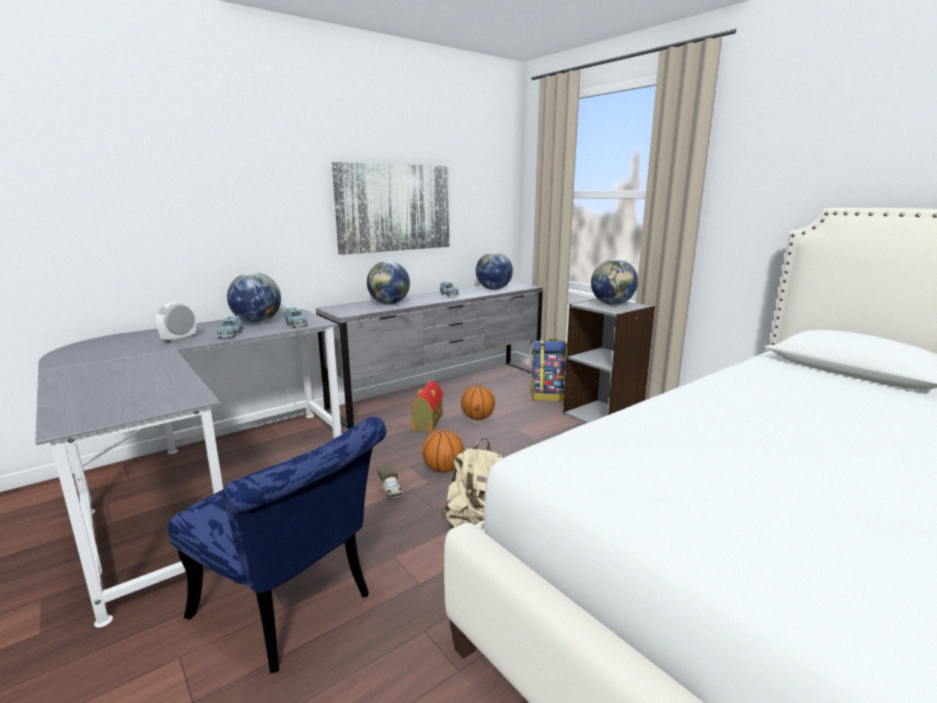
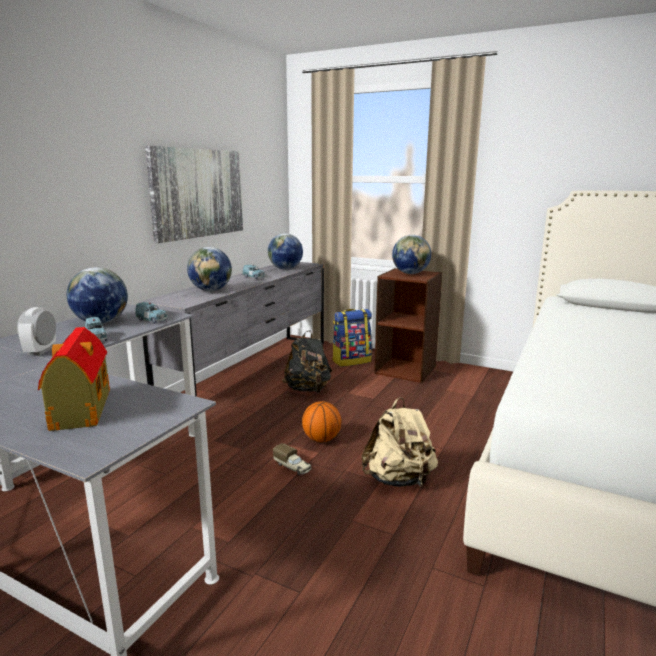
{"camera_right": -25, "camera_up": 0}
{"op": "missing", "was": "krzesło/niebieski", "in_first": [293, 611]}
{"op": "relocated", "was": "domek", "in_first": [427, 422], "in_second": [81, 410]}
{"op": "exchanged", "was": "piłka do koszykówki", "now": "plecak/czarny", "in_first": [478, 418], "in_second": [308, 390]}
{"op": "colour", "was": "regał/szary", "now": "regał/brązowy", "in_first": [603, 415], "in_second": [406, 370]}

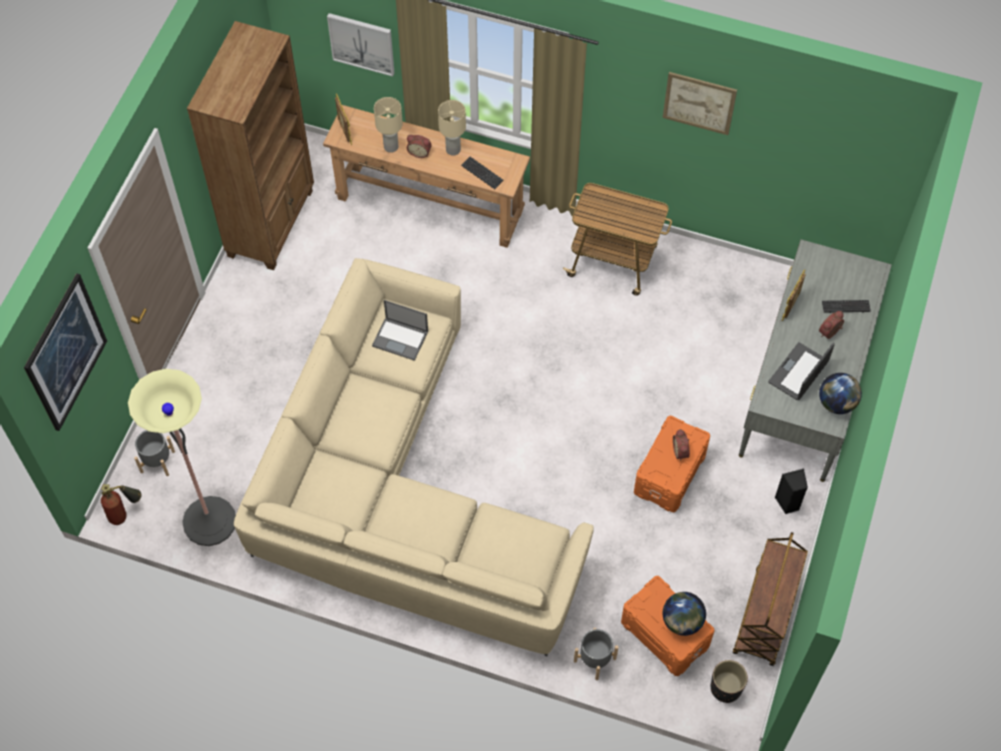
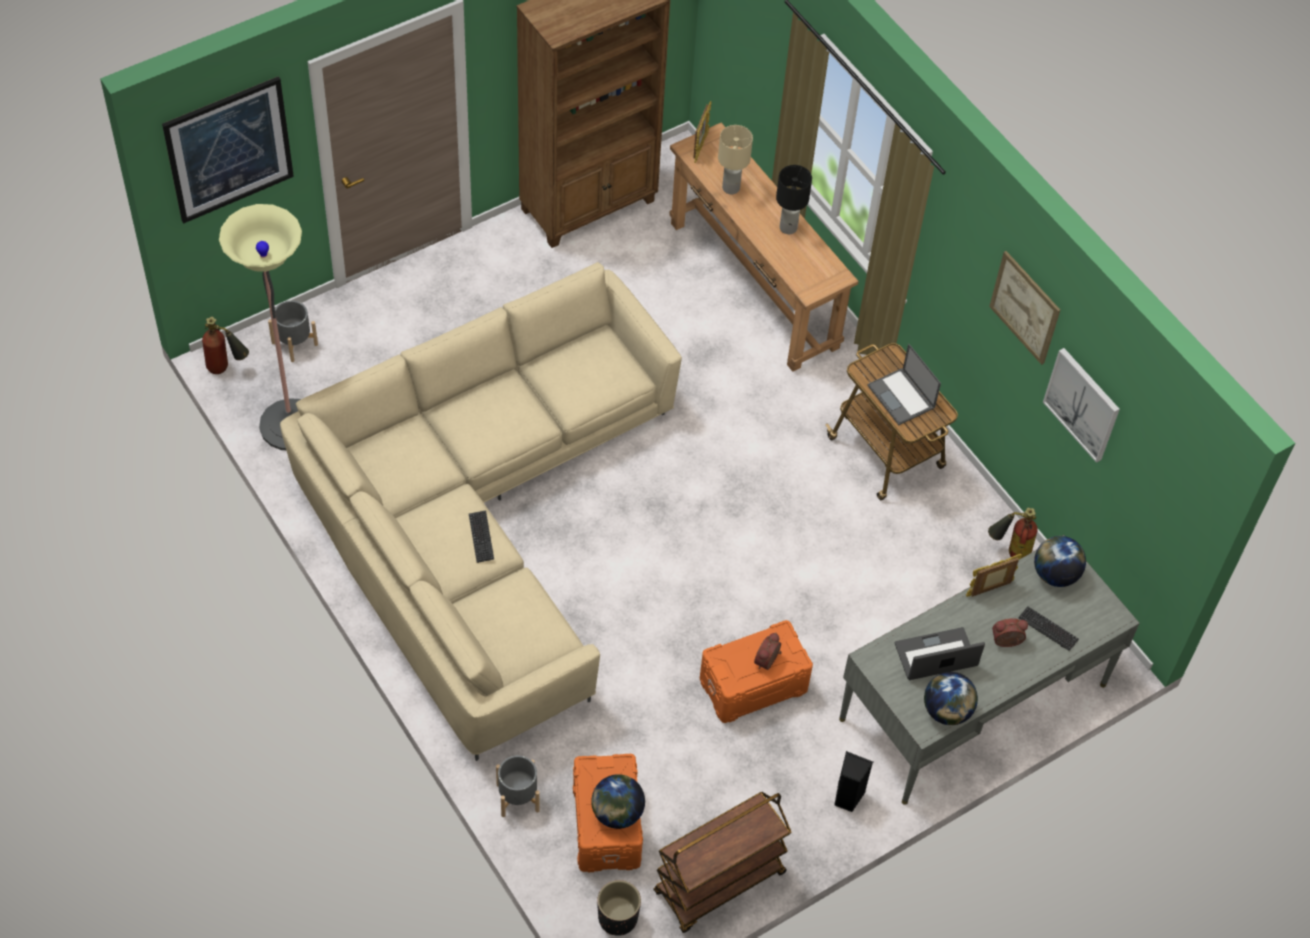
{"camera_right": 35, "camera_up": -5}
{"op": "relocated", "was": "obraz", "in_first": [362, 43], "in_second": [1082, 404]}
{"op": "relocated", "was": "laptop", "in_first": [401, 339], "in_second": [902, 397]}
{"op": "missing", "was": "budzik", "in_first": [419, 152]}
{"op": "colour", "was": "lampa stołowa/beżowy", "now": "lampa stołowa/czarny", "in_first": [453, 149], "in_second": [788, 227]}
{"op": "relocated", "was": "klawiatura", "in_first": [482, 173], "in_second": [481, 537]}
{"op": "appeared", "now": "gaśnica", "in_second": [1009, 552]}
{"op": "appeared", "now": "globus", "in_second": [1055, 574]}

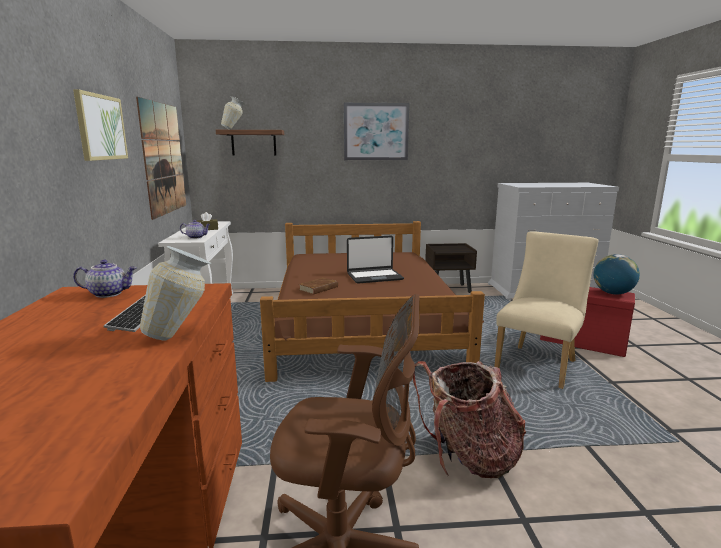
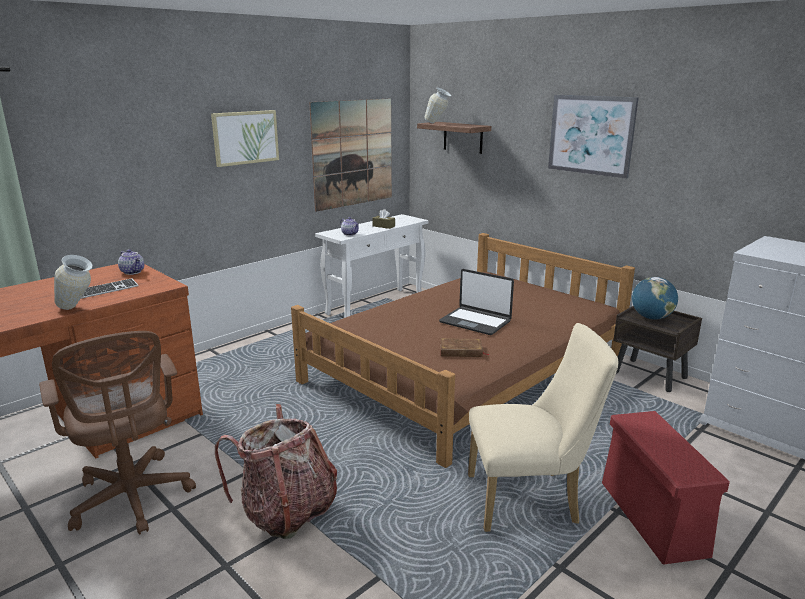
{"camera_right": 50, "camera_up": 5}
{"op": "relocated", "was": "książka/brązowy", "in_first": [319, 288], "in_second": [461, 351]}
{"op": "relocated", "was": "globus", "in_first": [612, 293], "in_second": [651, 318]}

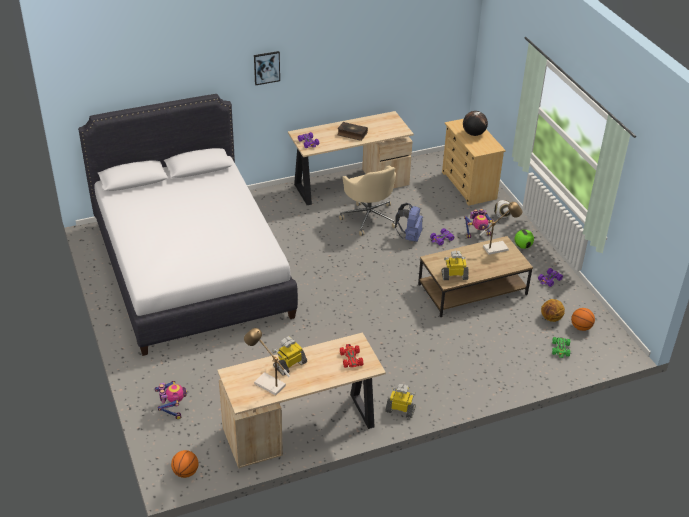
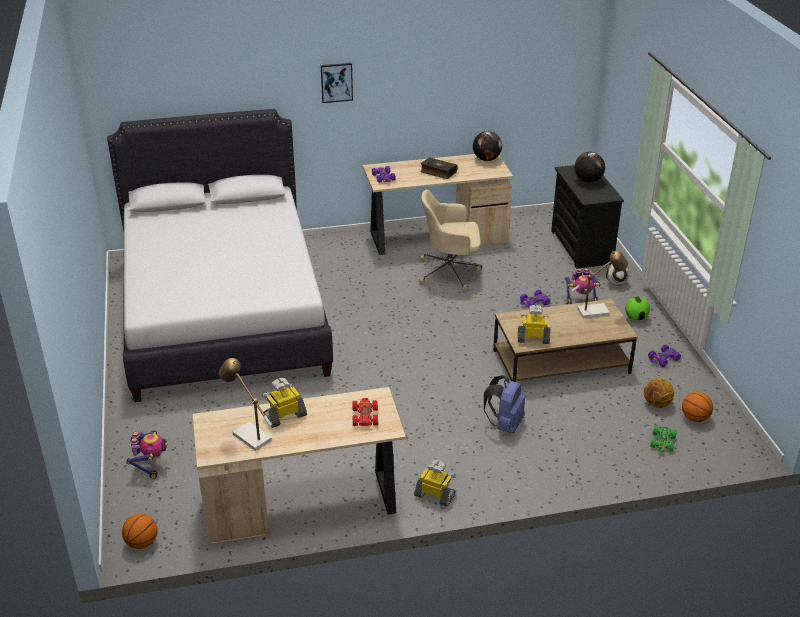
{"camera_right": 10, "camera_up": -5}
{"op": "spun", "was": "krzesło biurowe/beżowy", "in_first": [369, 217], "in_second": [450, 273], "clockwise": 105}
{"op": "relocated", "was": "plecak/niebieski", "in_first": [409, 237], "in_second": [504, 424]}
{"op": "colour", "was": "komoda/beżowy", "now": "komoda/czarny", "in_first": [469, 185], "in_second": [581, 247]}
{"op": "appeared", "now": "globus", "in_second": [486, 159]}

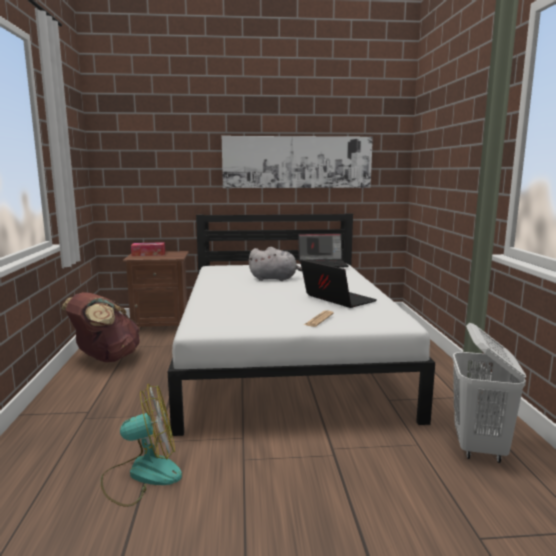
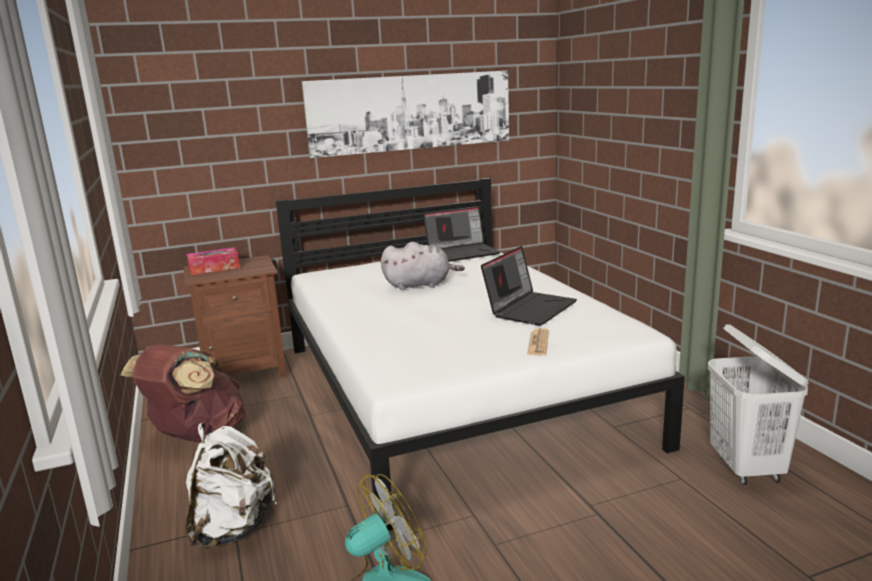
{"camera_right": -15, "camera_up": 5}
{"op": "spun", "was": "laptop", "in_first": [336, 299], "in_second": [530, 308], "clockwise": 90}
{"op": "appeared", "now": "plecak/biały", "in_second": [233, 528]}

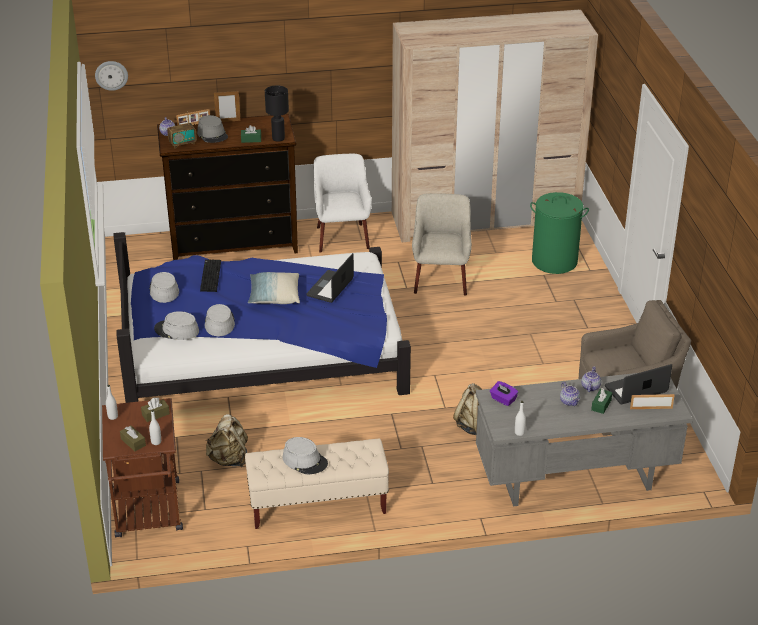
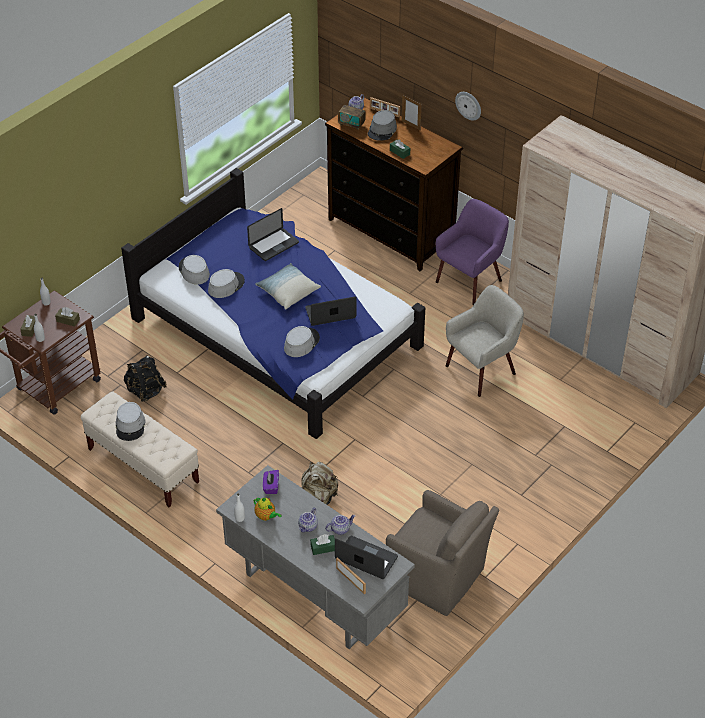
{"camera_right": 50, "camera_up": 10}
{"op": "relocated", "was": "zegar ścienny", "in_first": [111, 75], "in_second": [468, 105]}
{"op": "relocated", "was": "kapelusz/szary", "in_first": [163, 290], "in_second": [301, 343]}
{"op": "exchanged", "was": "klawiatura", "now": "laptop", "in_first": [210, 276], "in_second": [274, 245]}
{"op": "colour", "was": "plecak/beżowy", "now": "plecak/czarny", "in_first": [229, 459], "in_second": [145, 391]}
{"op": "missing", "was": "lampa stołowa/czarny", "in_first": [278, 138]}
{"op": "colour", "was": "fotel/biały", "now": "fotel/fioletowy", "in_first": [342, 237], "in_second": [470, 281]}
{"op": "missing", "was": "kosz na pranie/zielony", "in_first": [554, 261]}
{"op": "appeared", "now": "imbryk", "in_second": [266, 516]}

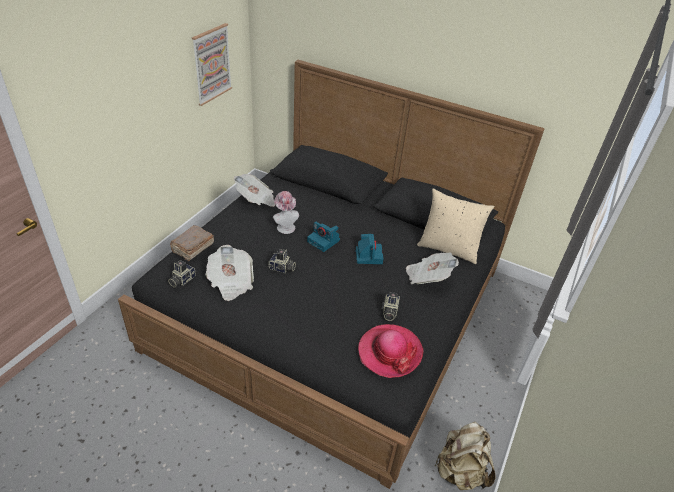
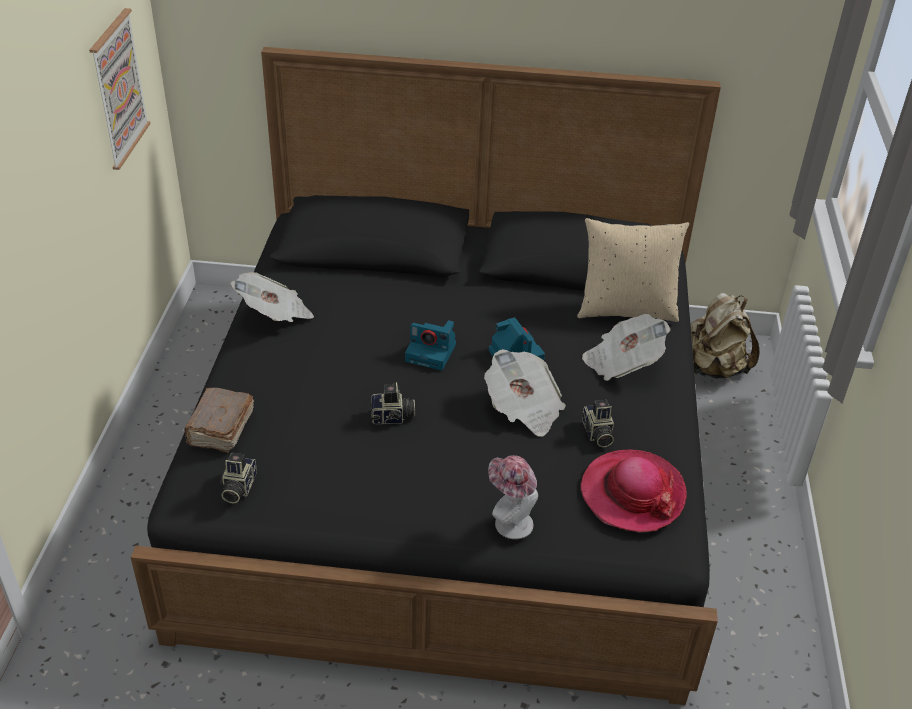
{"camera_right": -20, "camera_up": 0}
{"op": "relocated", "was": "gazeta", "in_first": [231, 282], "in_second": [523, 409]}
{"op": "relocated", "was": "kapelusz", "in_first": [285, 226], "in_second": [509, 521]}
{"op": "relocated", "was": "plecak/beżowy", "in_first": [460, 471], "in_second": [714, 368]}

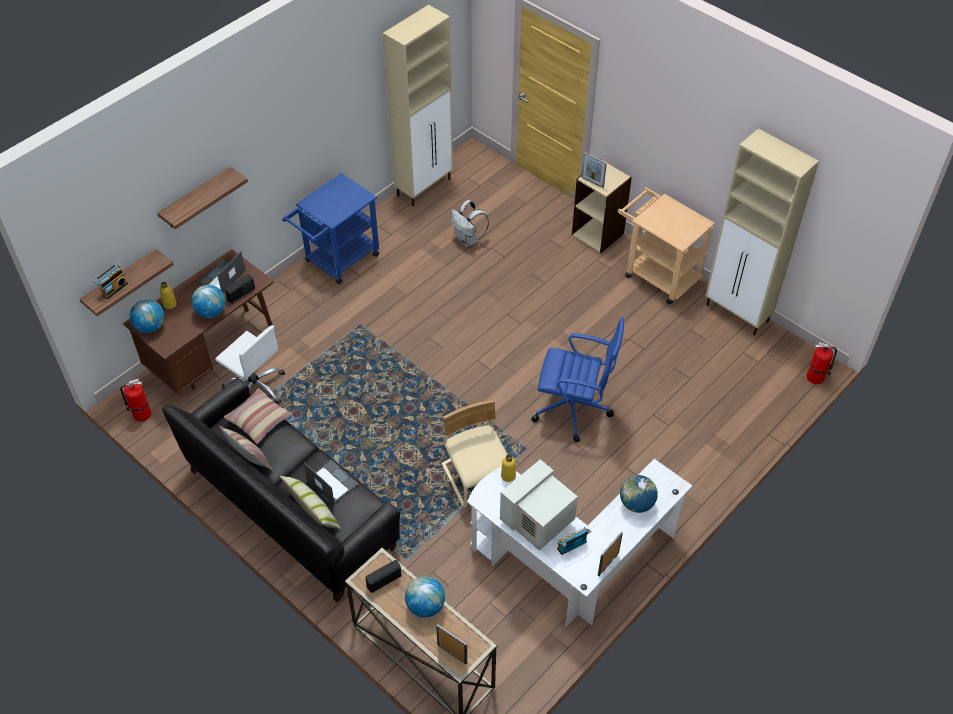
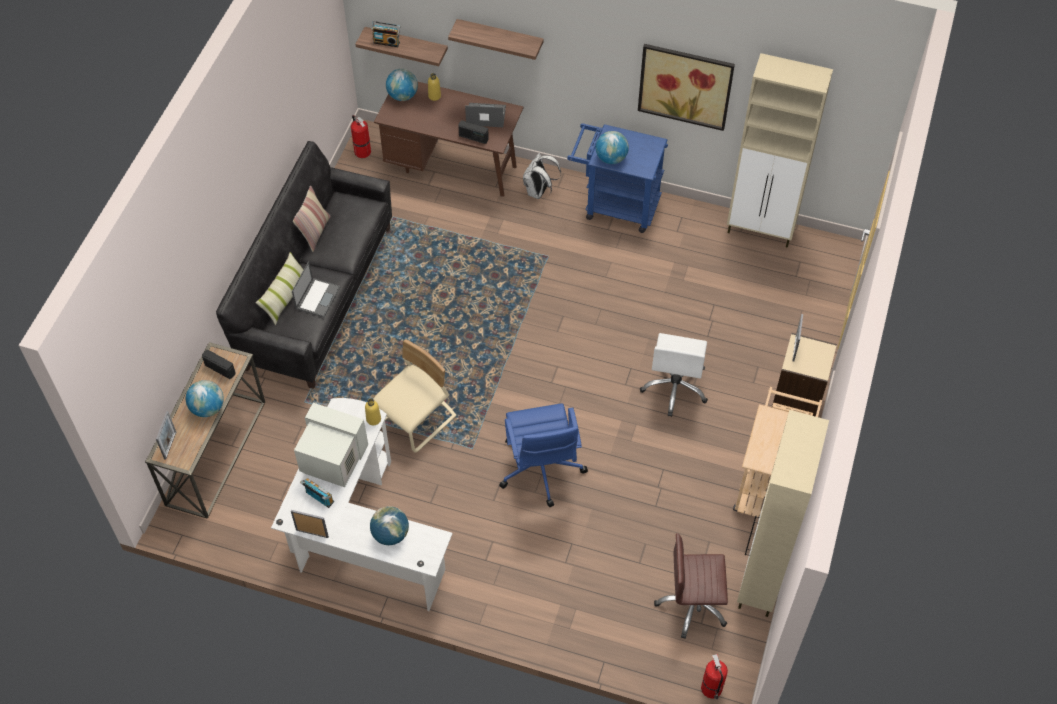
{"camera_right": 65, "camera_up": 5}
{"op": "relocated", "was": "globus", "in_first": [211, 312], "in_second": [611, 158]}
{"op": "relocated", "was": "krzesło biurowe/biały", "in_first": [256, 387], "in_second": [675, 388]}
{"op": "missing", "was": "poduszka", "in_first": [259, 420]}
{"op": "relocated", "was": "plecak/biały", "in_first": [468, 239], "in_second": [539, 192]}
{"op": "appeared", "now": "obraz", "in_second": [685, 86]}
{"op": "appeared", "now": "krzesło biurowe/brązowy", "in_second": [692, 605]}

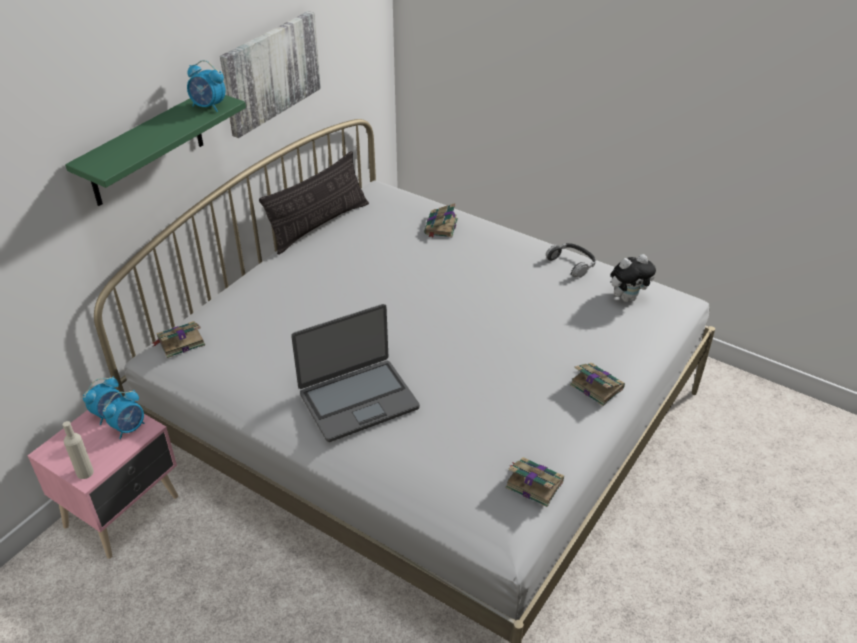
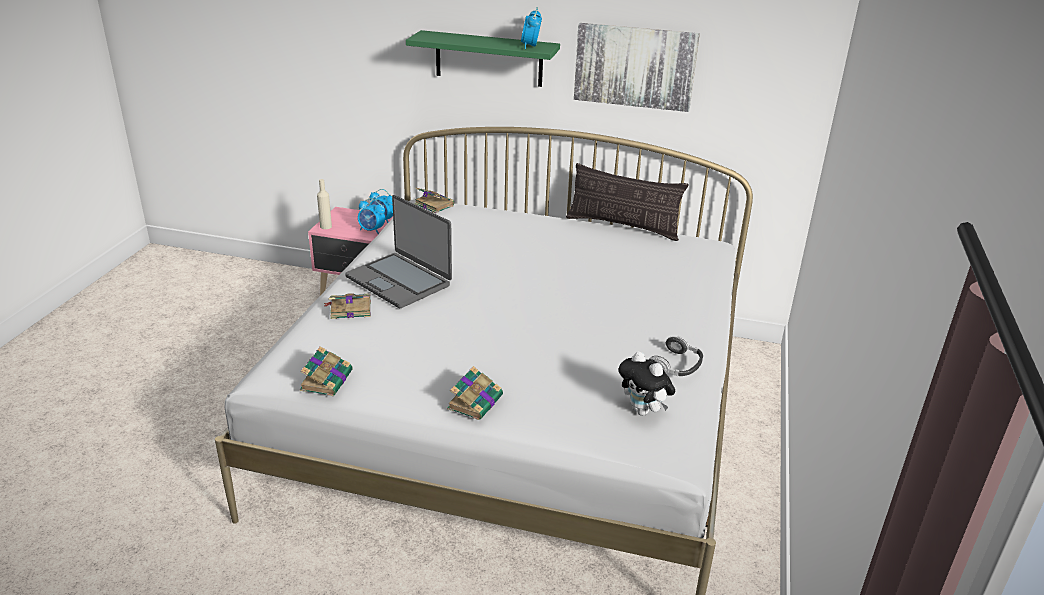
{"camera_right": 70, "camera_up": -10}
{"op": "relocated", "was": "książka", "in_first": [441, 227], "in_second": [349, 309]}

